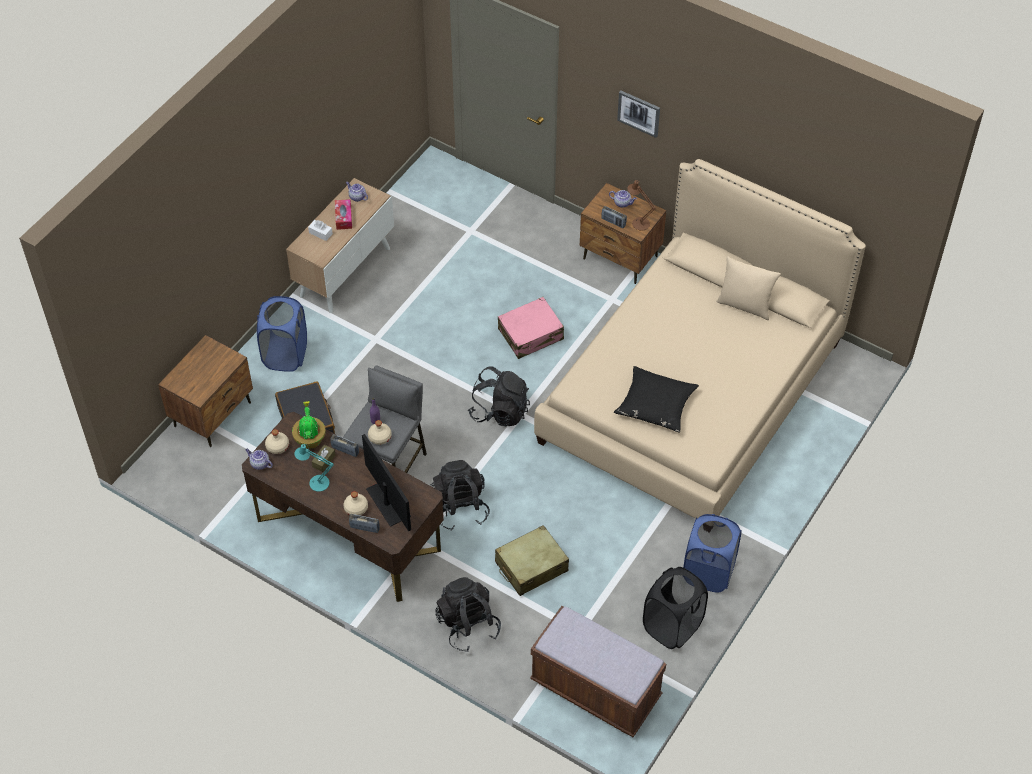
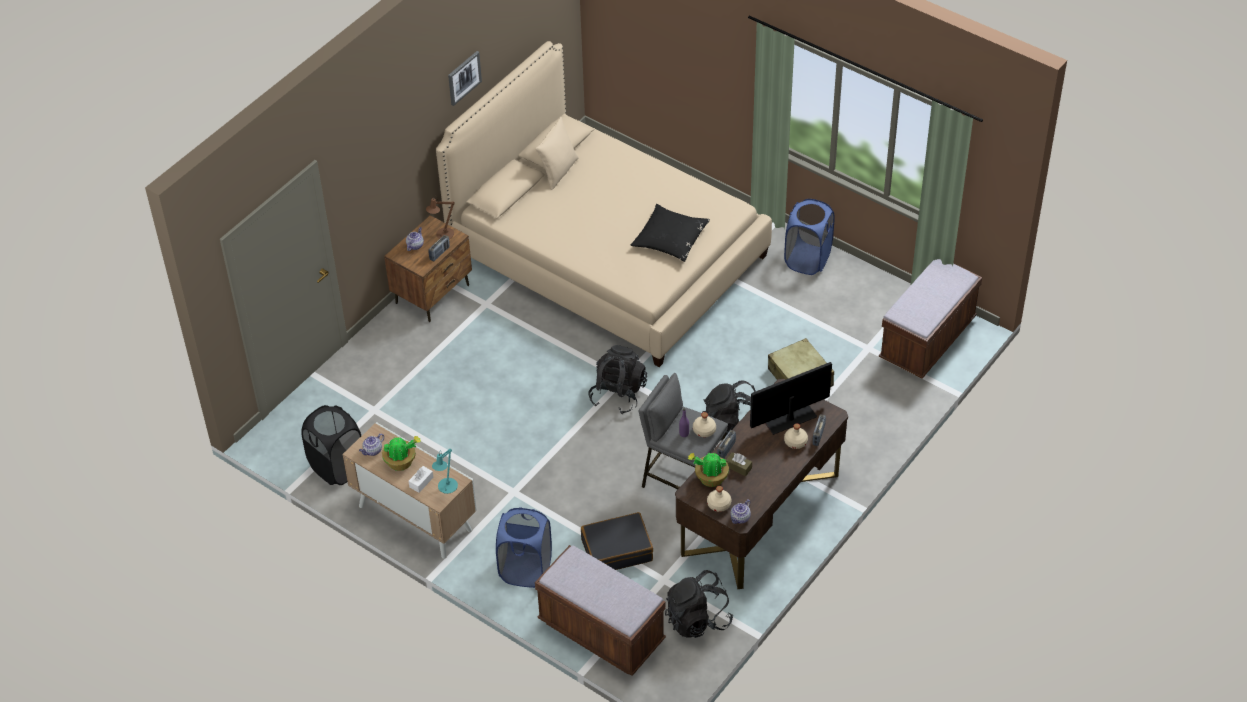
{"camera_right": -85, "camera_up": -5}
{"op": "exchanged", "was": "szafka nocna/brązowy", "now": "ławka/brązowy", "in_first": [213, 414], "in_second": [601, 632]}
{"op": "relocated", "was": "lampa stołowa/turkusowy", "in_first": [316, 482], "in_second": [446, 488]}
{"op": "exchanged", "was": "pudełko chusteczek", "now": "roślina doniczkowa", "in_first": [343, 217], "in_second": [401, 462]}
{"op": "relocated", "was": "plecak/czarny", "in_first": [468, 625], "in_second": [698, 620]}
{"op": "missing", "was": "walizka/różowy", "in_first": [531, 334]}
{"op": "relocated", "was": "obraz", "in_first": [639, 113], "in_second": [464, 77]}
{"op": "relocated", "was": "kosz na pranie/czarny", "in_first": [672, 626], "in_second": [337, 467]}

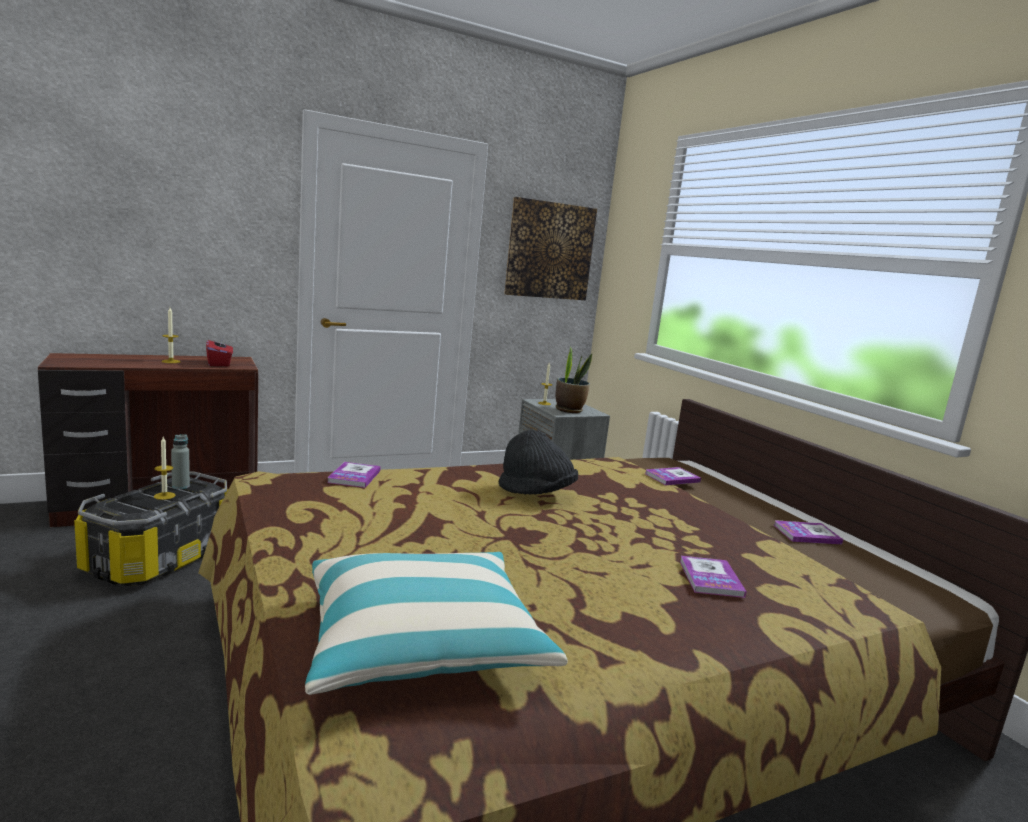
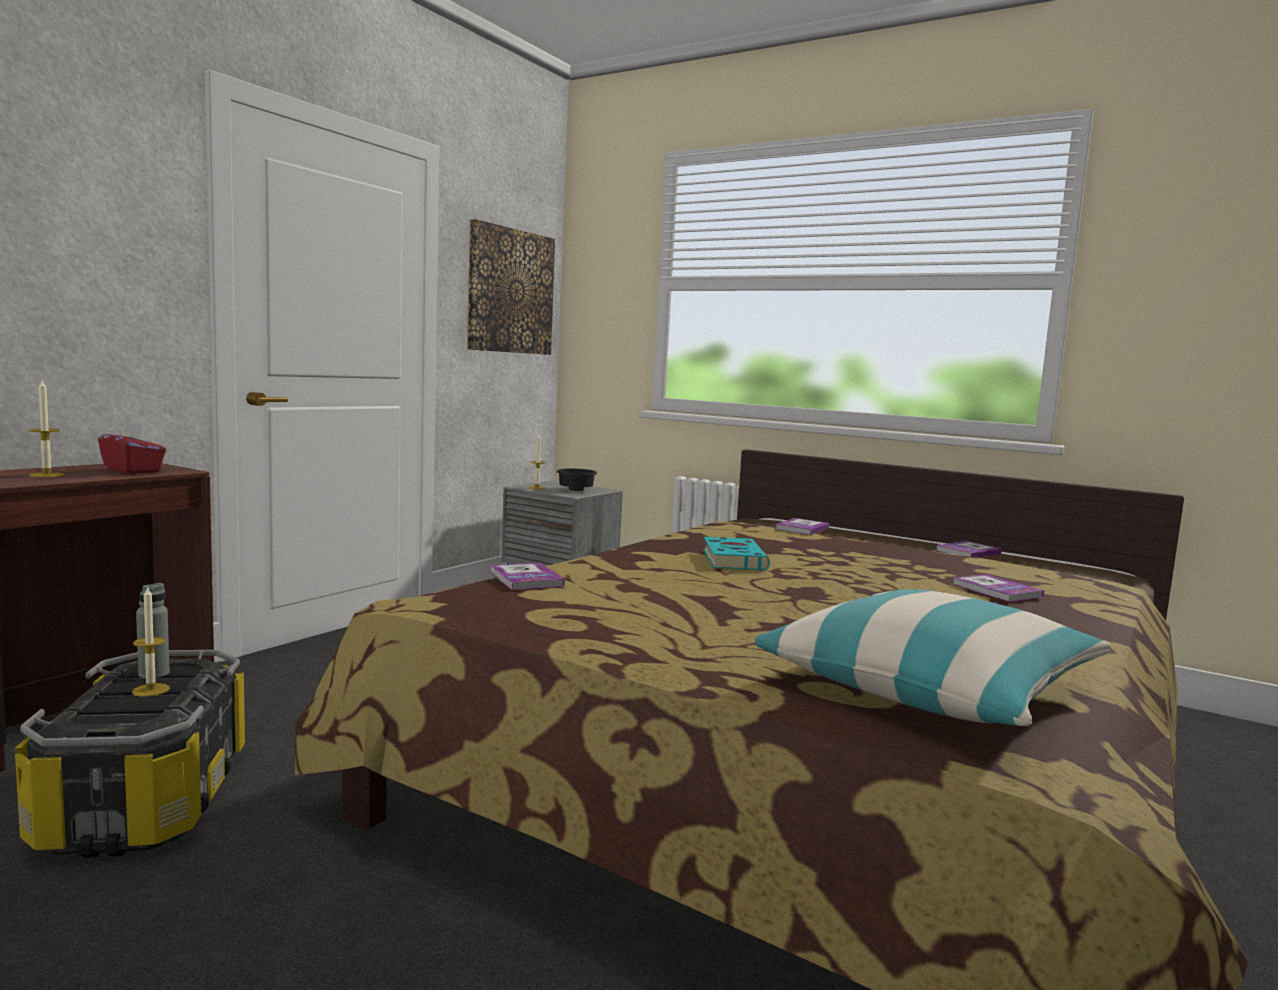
{"camera_right": -30, "camera_up": -5}
{"op": "exchanged", "was": "kapelusz/czarny", "now": "książka/turkusowy", "in_first": [536, 493], "in_second": [733, 559]}
{"op": "exchanged", "was": "roślina doniczkowa", "now": "miska/czarny", "in_first": [569, 410], "in_second": [575, 490]}

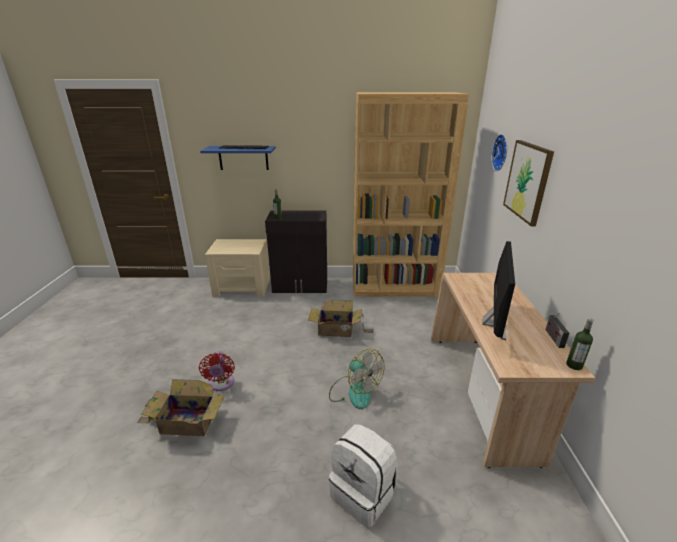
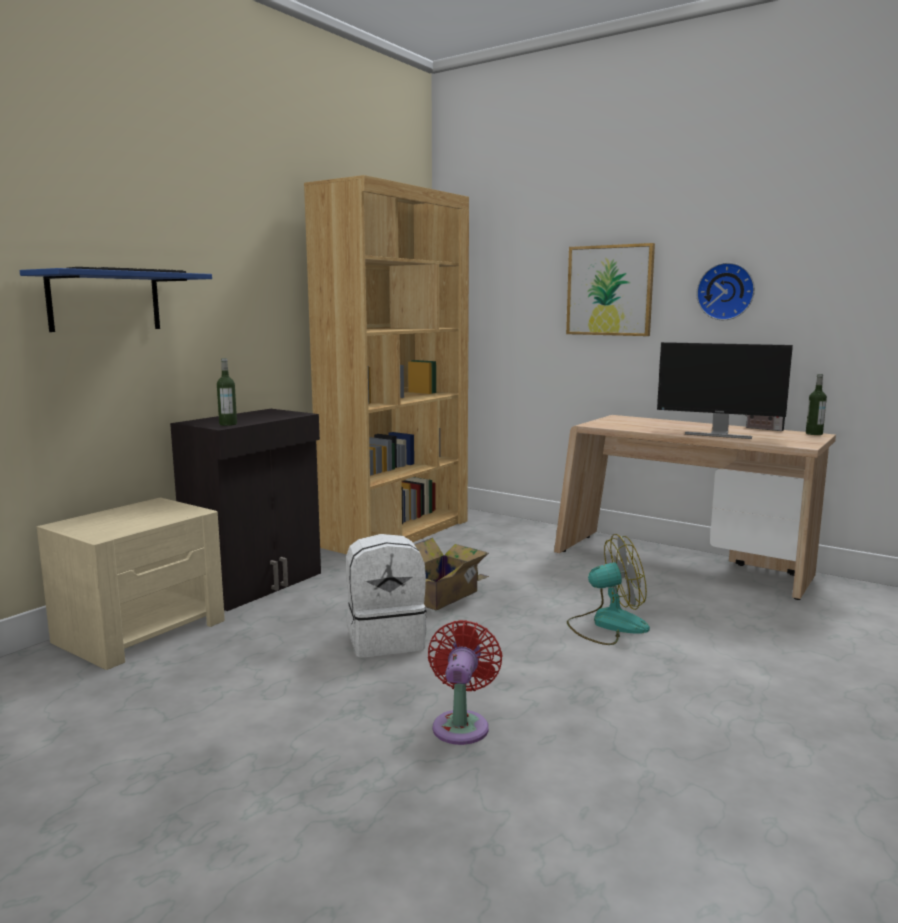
{"camera_right": -55, "camera_up": -15}
{"op": "missing", "was": "karton", "in_first": [186, 421]}
{"op": "spun", "was": "wentylator/czerwony", "in_first": [221, 384], "in_second": [461, 724], "clockwise": -105}
{"op": "relocated", "was": "plecak/biały", "in_first": [364, 494], "in_second": [386, 640]}
{"op": "spun", "was": "monitor", "in_first": [493, 324], "in_second": [718, 434], "clockwise": 150}
{"op": "relocated", "was": "zegar ścienny", "in_first": [502, 152], "in_second": [726, 291]}

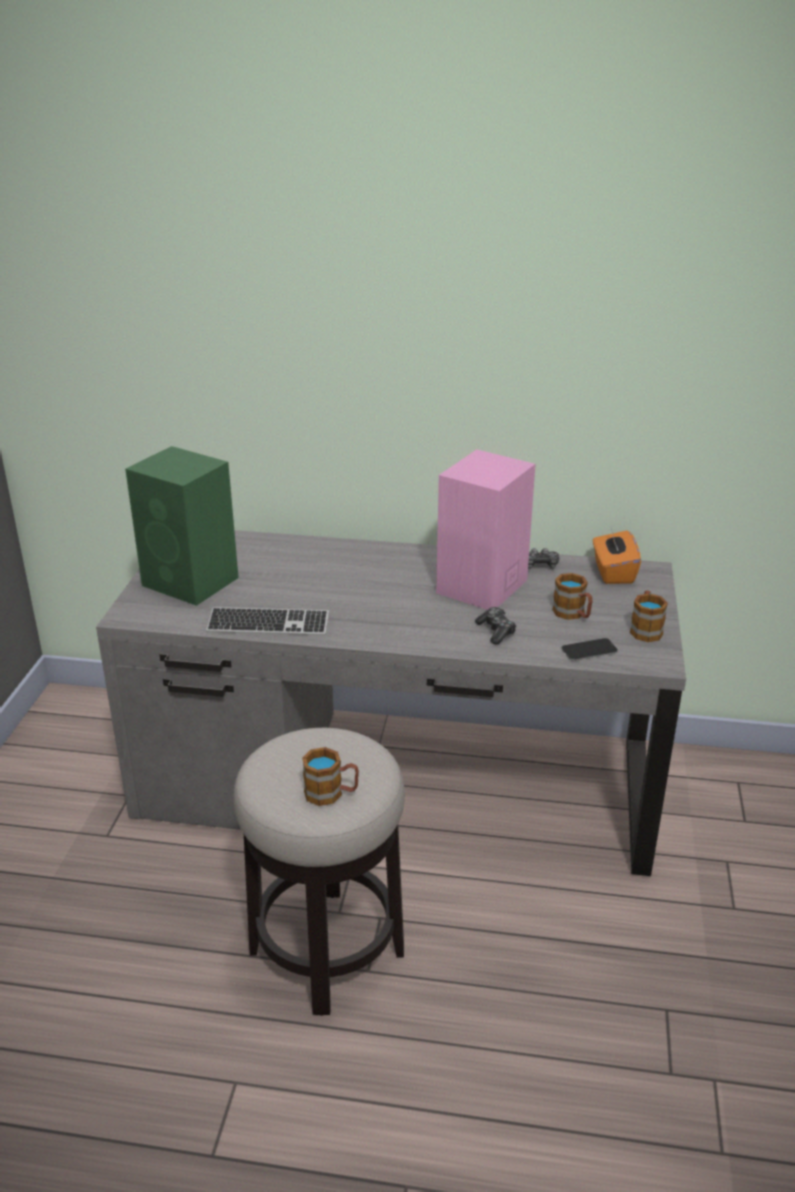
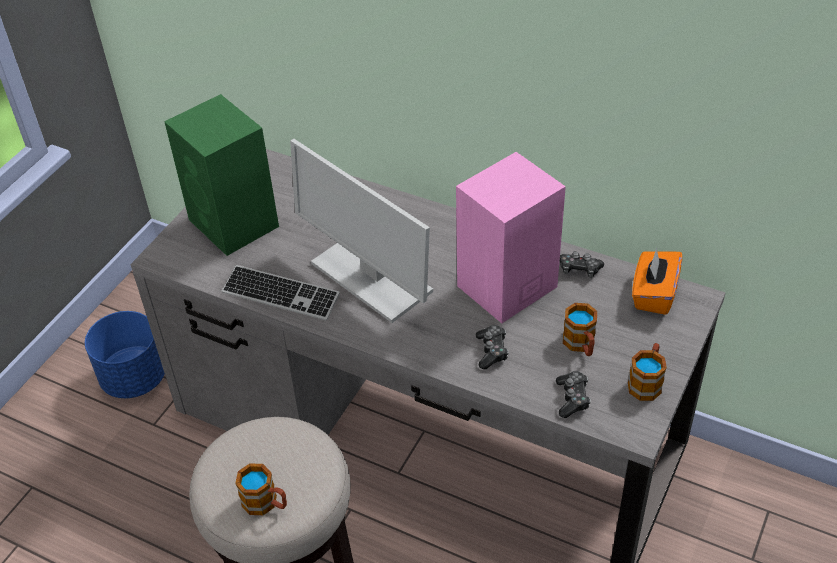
{"camera_right": 20, "camera_up": 15}
{"op": "exchanged", "was": "telefon", "now": "pad do gier", "in_first": [589, 651], "in_second": [572, 398]}
{"op": "appeared", "now": "donica/niebieski", "in_second": [134, 378]}
{"op": "appeared", "now": "monitor", "in_second": [370, 277]}

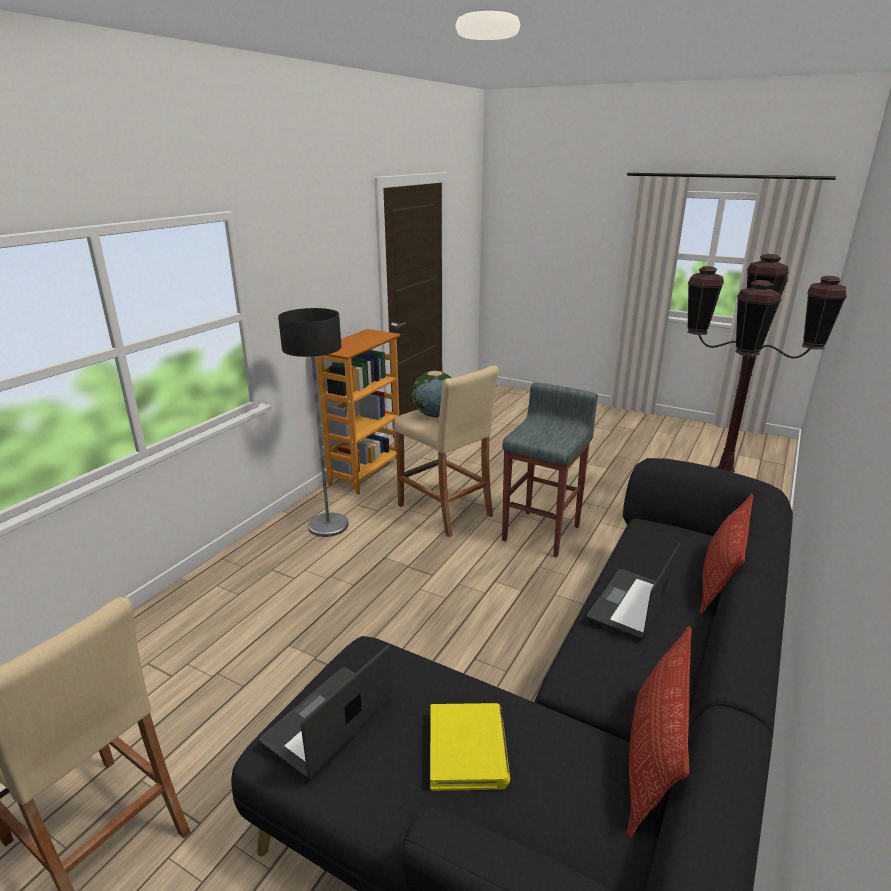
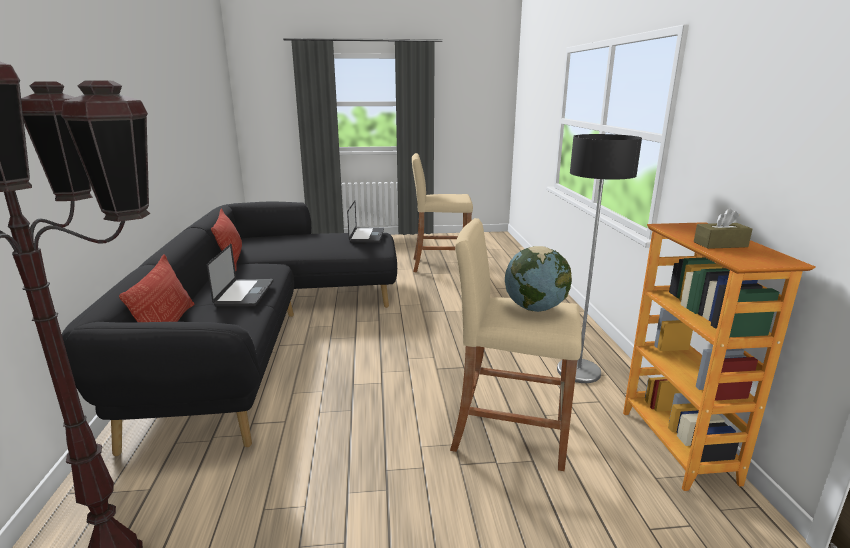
{"camera_right": 145, "camera_up": -5}
{"op": "missing", "was": "książka/żółty", "in_first": [468, 749]}
{"op": "missing", "was": "stołek/szary", "in_first": [542, 532]}
{"op": "appeared", "now": "pudełko chusteczek/brązowy", "in_second": [720, 244]}

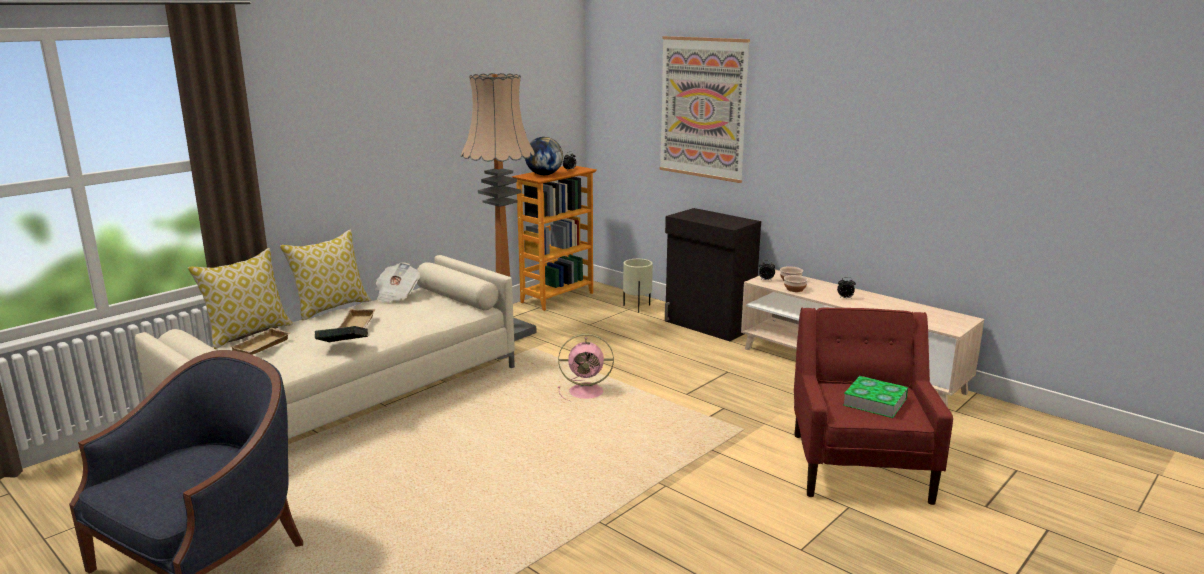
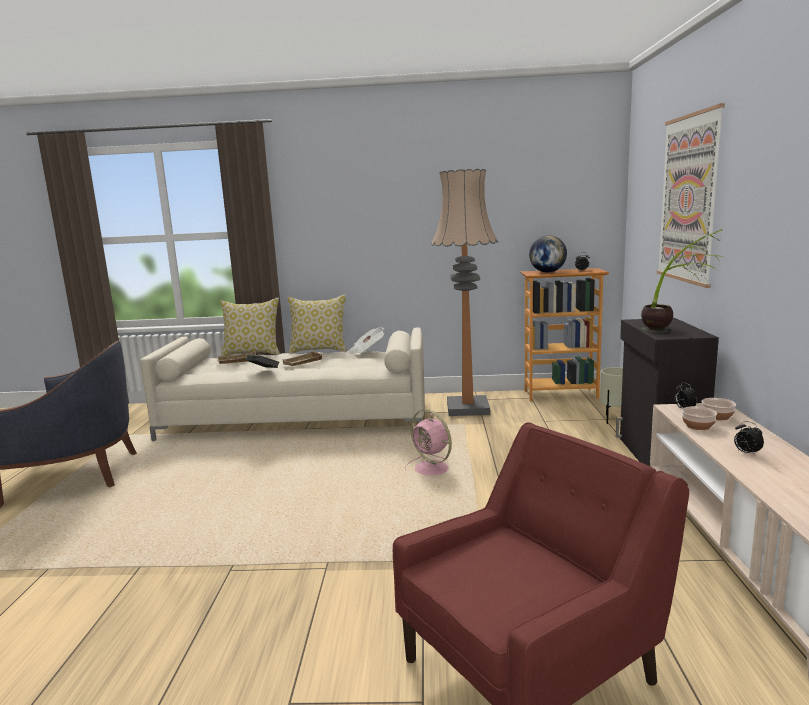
{"camera_right": 50, "camera_up": -5}
{"op": "missing", "was": "książka", "in_first": [875, 401]}
{"op": "appeared", "now": "roślina doniczkowa", "in_second": [673, 331]}

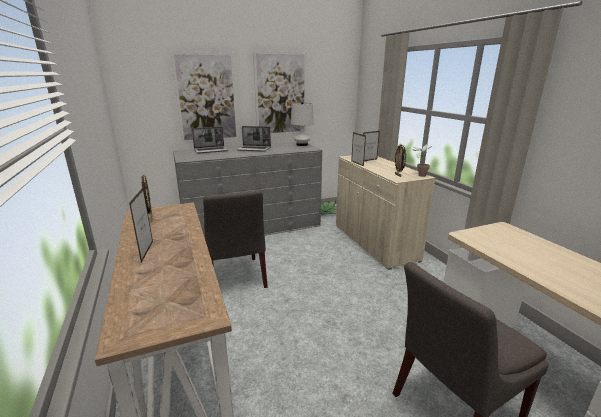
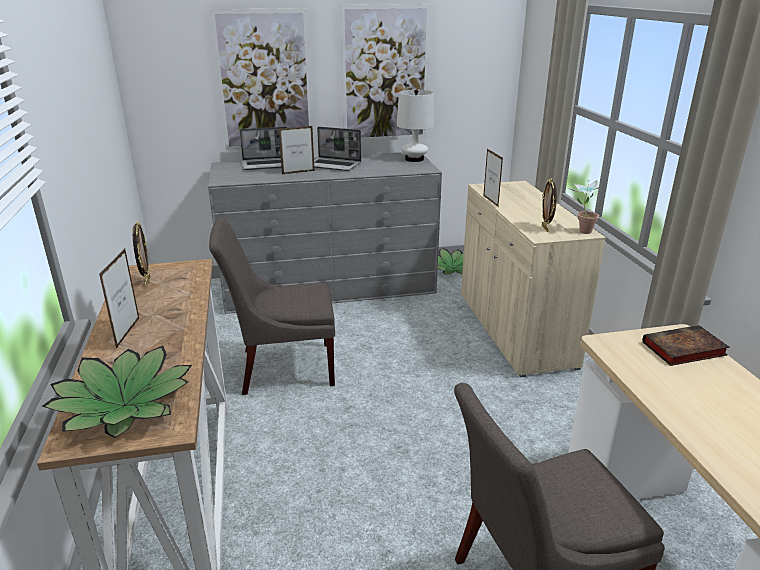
{"camera_right": 10, "camera_up": 5}
{"op": "spun", "was": "krzesło/szary", "in_first": [235, 278], "in_second": [282, 367], "clockwise": 90}
{"op": "relocated", "was": "ramka na zdjęcie", "in_first": [369, 160], "in_second": [298, 172]}
{"op": "appeared", "now": "roślina doniczkowa", "in_second": [124, 405]}
{"op": "appeared", "now": "książka", "in_second": [682, 350]}

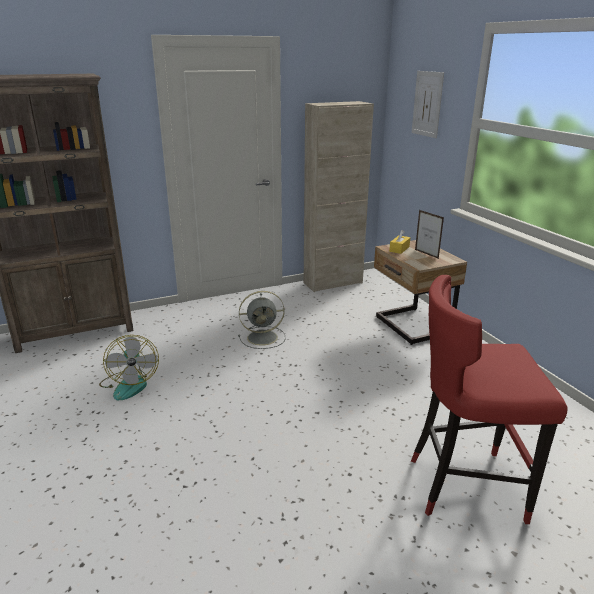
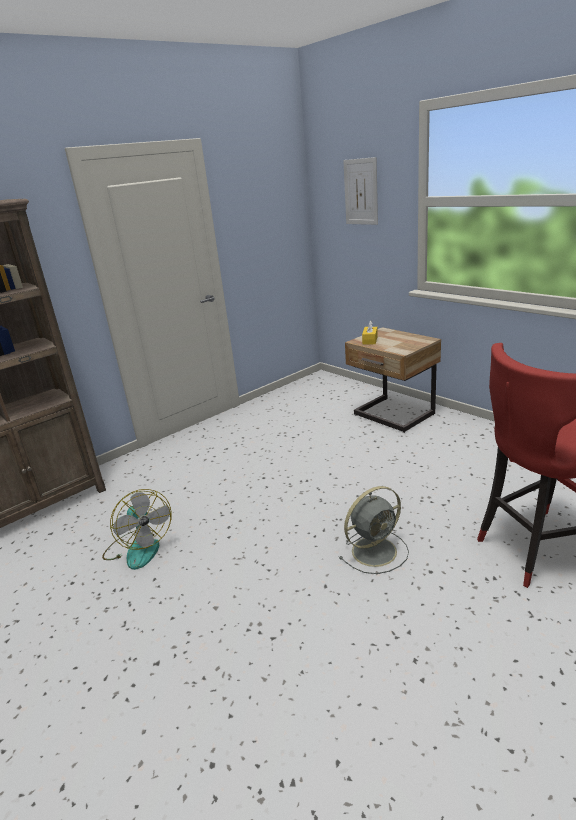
{"camera_right": -15, "camera_up": 0}
{"op": "relocated", "was": "wentylator/szary", "in_first": [264, 337], "in_second": [376, 550]}
{"op": "missing", "was": "szafka/beżowy", "in_first": [333, 283]}
{"op": "missing", "was": "ramka na zdjęcie", "in_first": [426, 254]}

